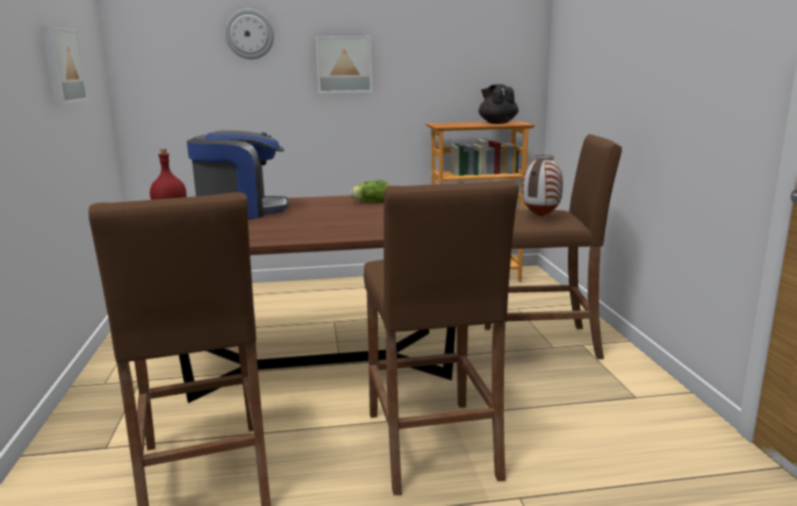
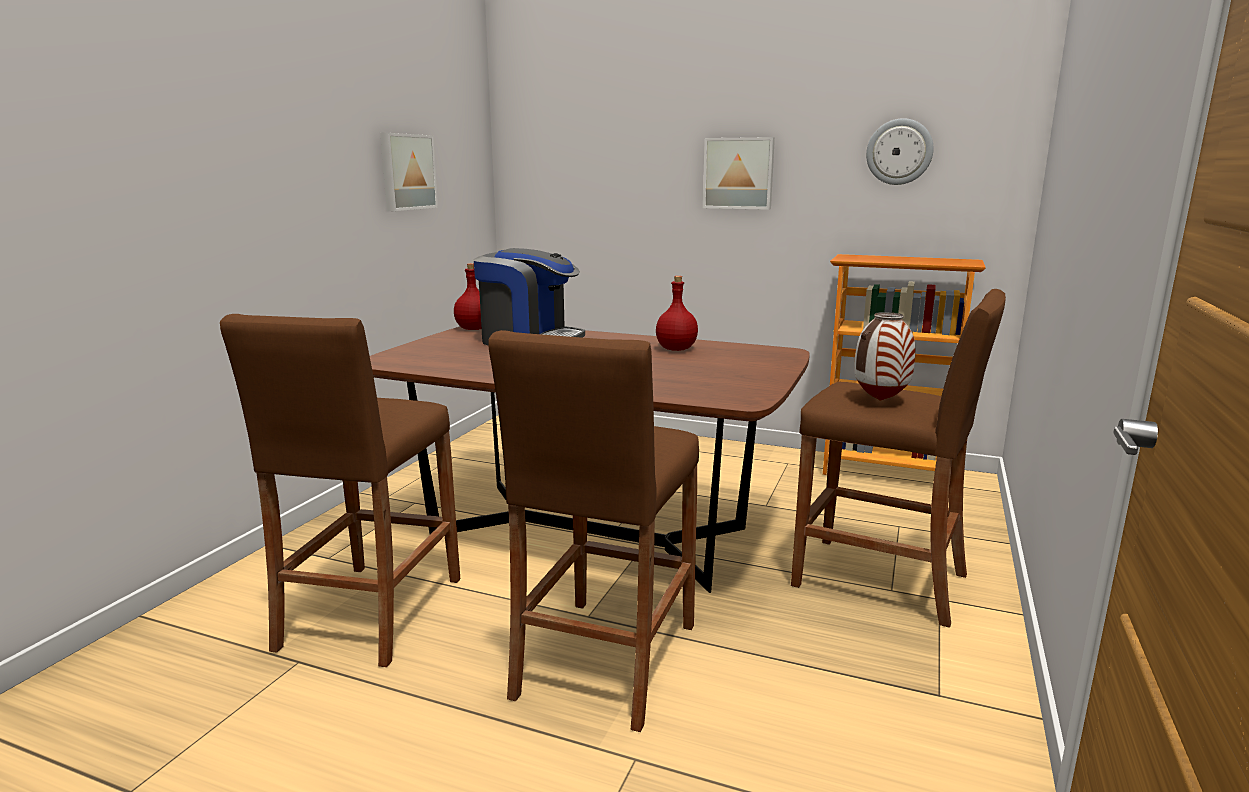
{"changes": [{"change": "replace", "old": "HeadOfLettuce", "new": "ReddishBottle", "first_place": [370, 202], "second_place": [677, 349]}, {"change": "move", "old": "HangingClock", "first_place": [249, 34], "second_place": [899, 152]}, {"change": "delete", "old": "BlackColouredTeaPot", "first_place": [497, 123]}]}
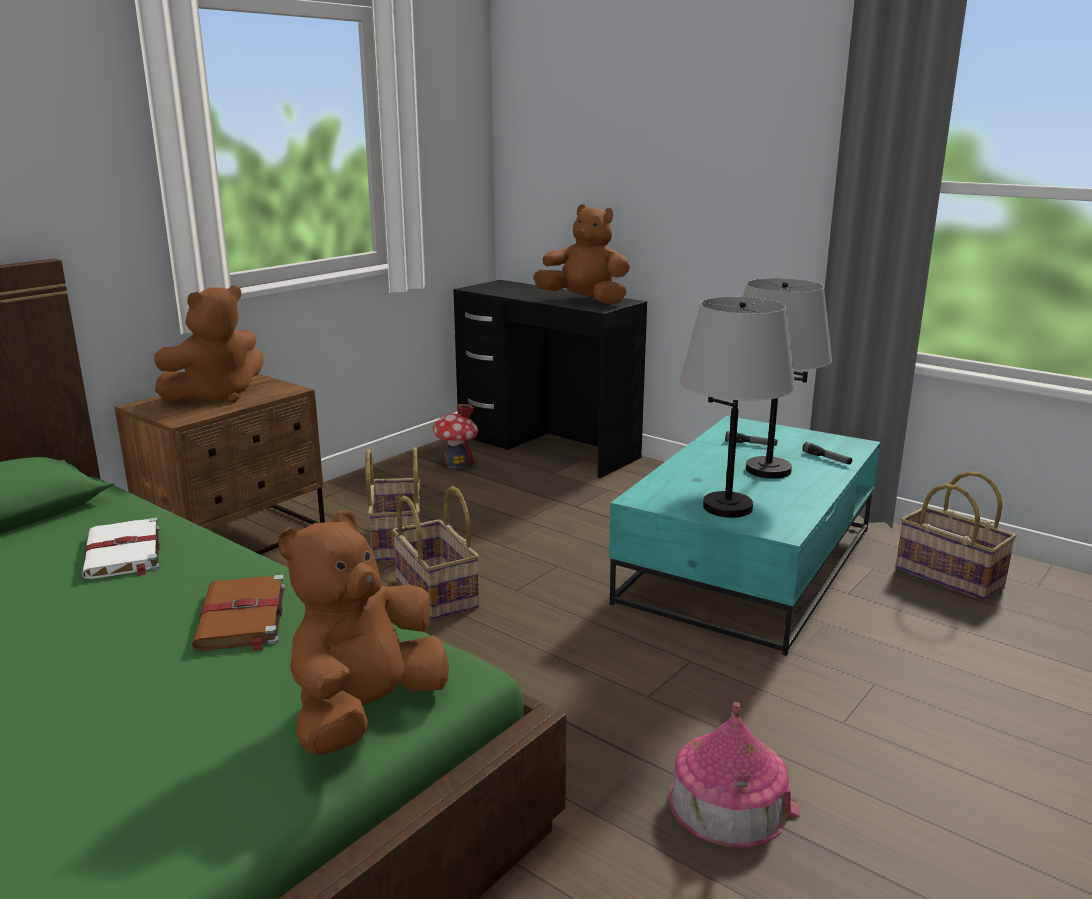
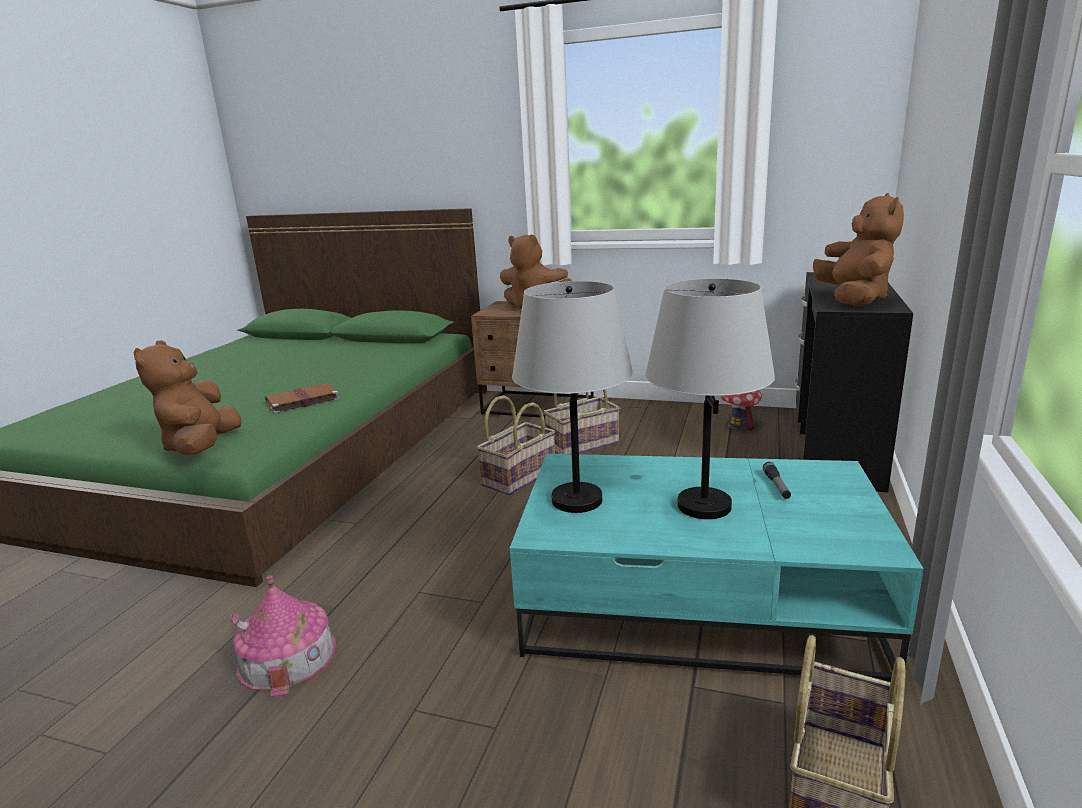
{"changes": [{"change": "rotate", "old": "BrownColouredPlushToy", "first_place": [366, 712], "second_place": [202, 447], "degrees": -105}, {"change": "delete", "old": "WhiteColouredBoundBook", "first_place": [123, 553]}, {"change": "delete", "old": "Torch", "first_place": [826, 459]}]}
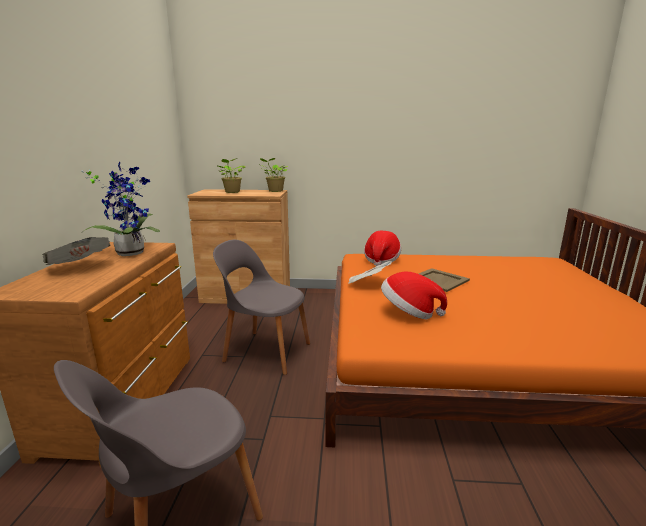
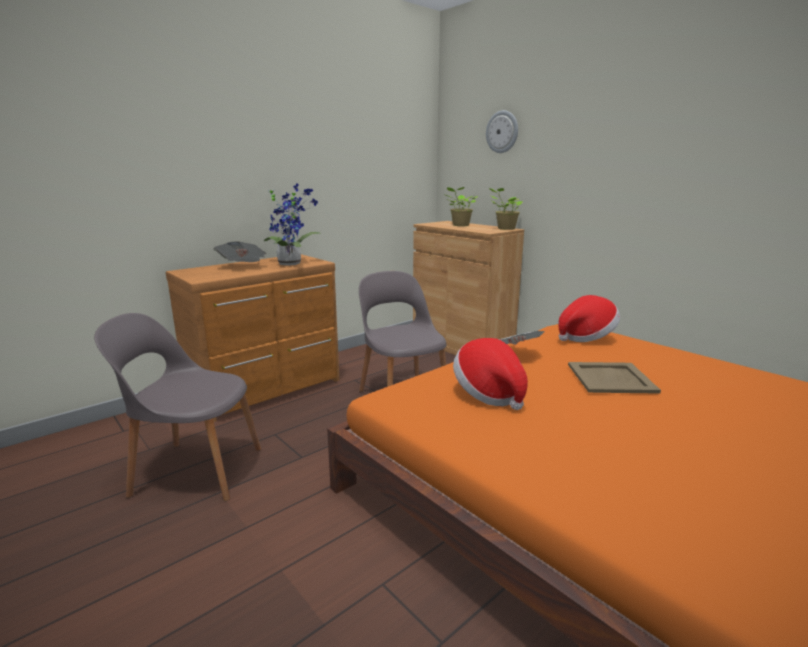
{"changes": [{"change": "insert", "new": "HangingClock", "second_place": [502, 132]}]}
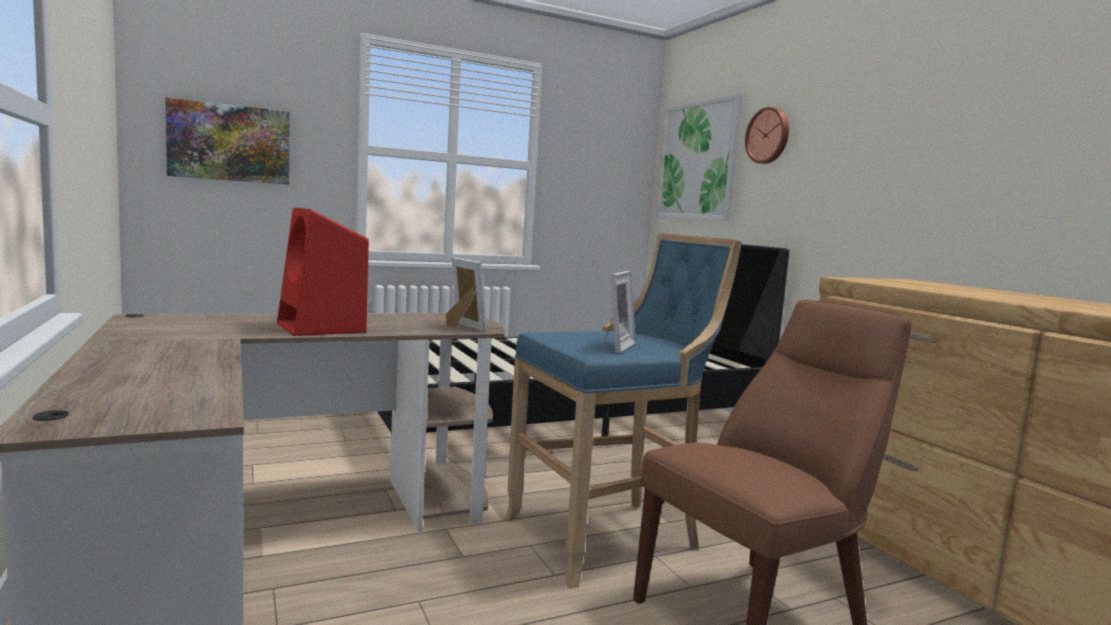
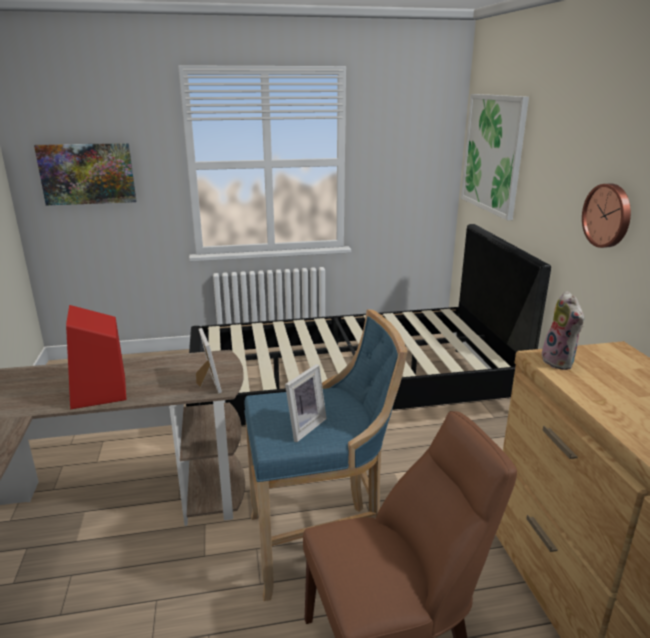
{"changes": [{"change": "insert", "new": "PlushToy", "second_place": [560, 362]}, {"change": "move", "old": "HangingClock", "first_place": [768, 136], "second_place": [608, 215]}]}
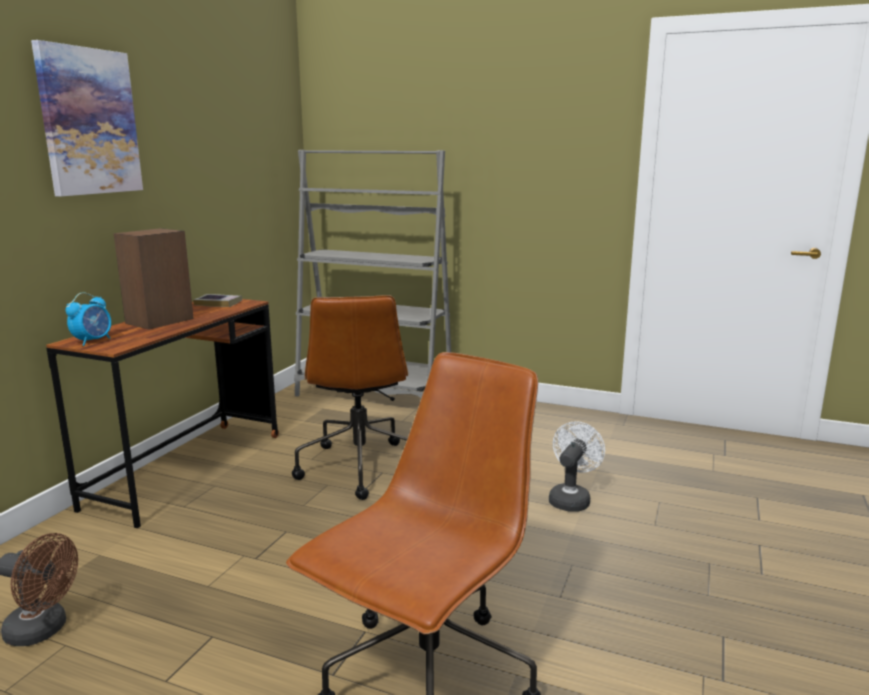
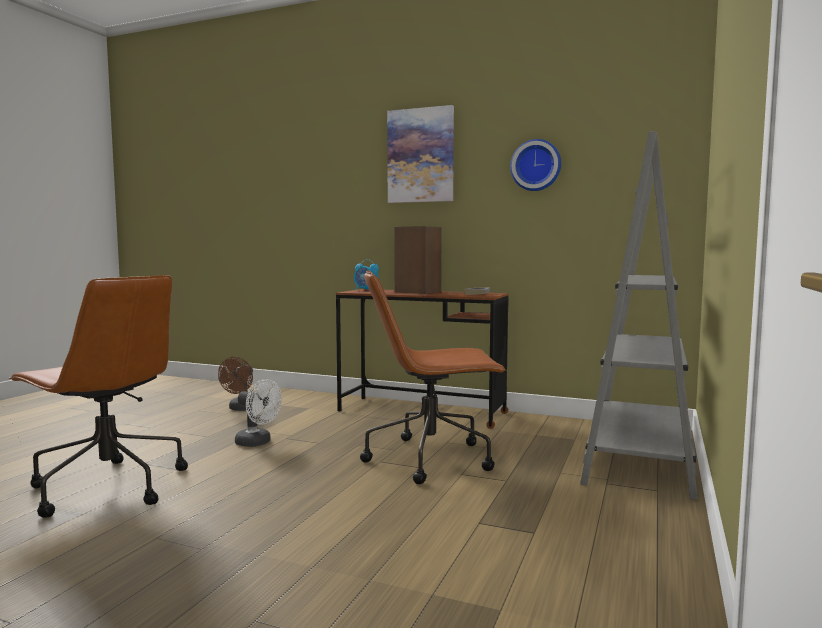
{"changes": [{"change": "move", "old": "WhiteColouredFan", "first_place": [571, 499], "second_place": [257, 443]}, {"change": "insert", "new": "HangingClock", "second_place": [536, 165]}]}
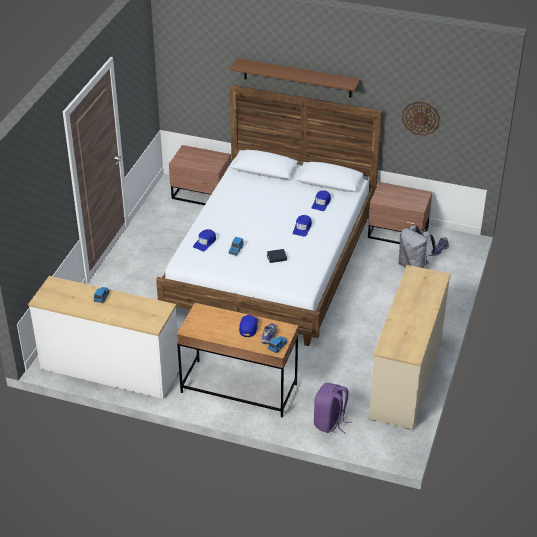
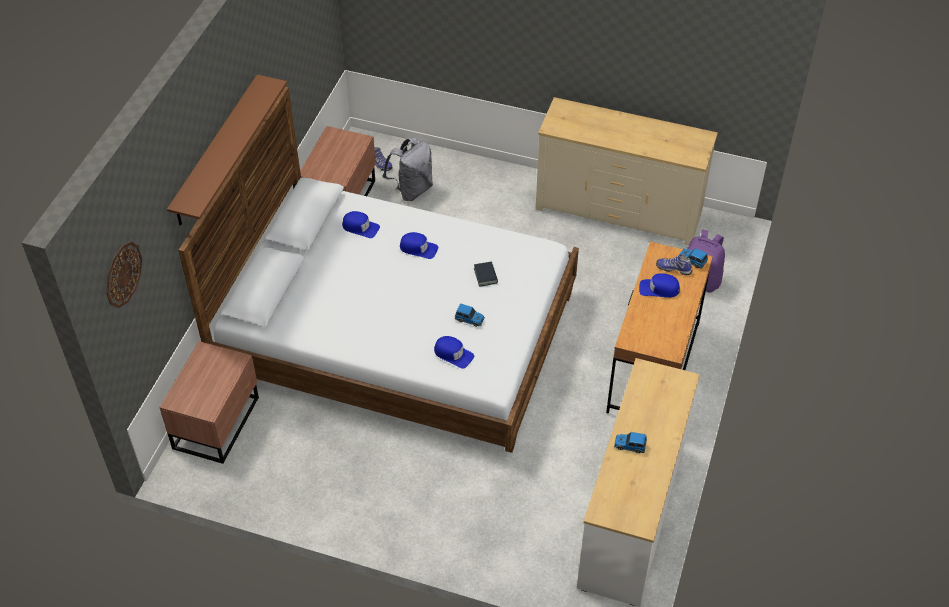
{"changes": [{"change": "move", "old": "HangingClock", "first_place": [421, 118], "second_place": [123, 274]}]}
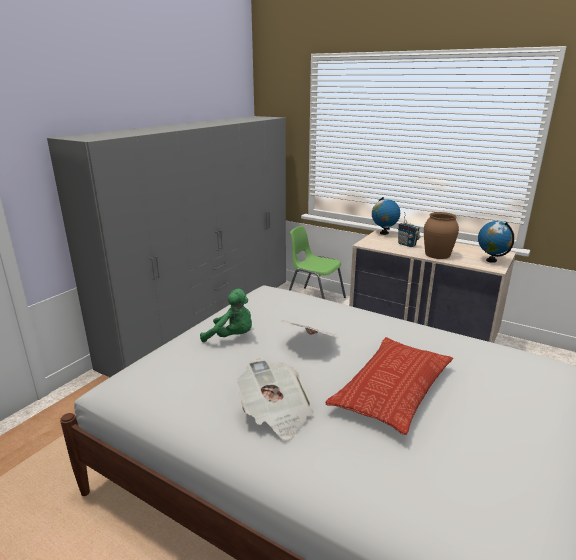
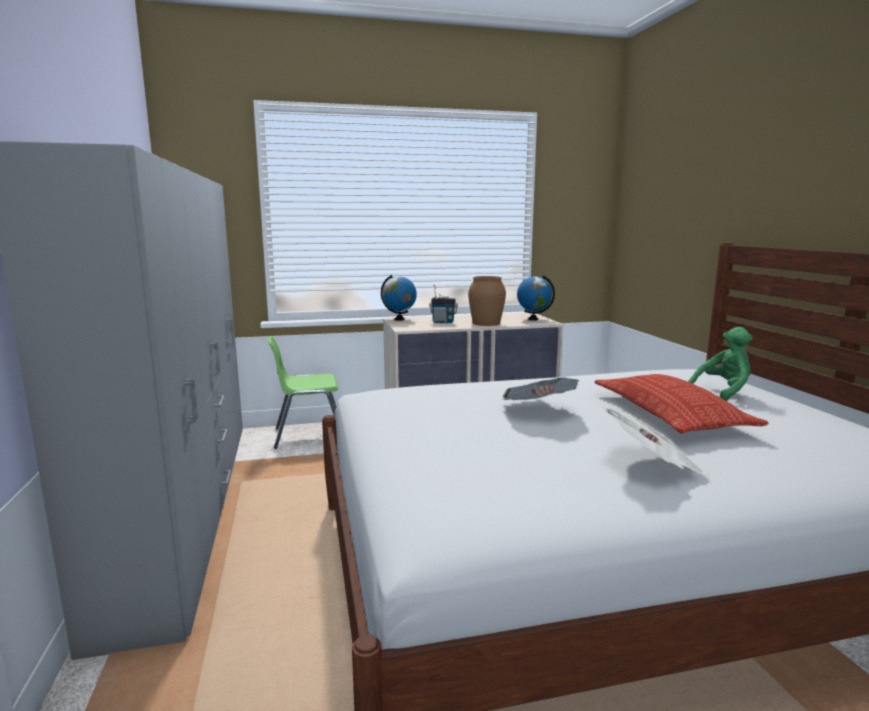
{"changes": [{"change": "move", "old": "GreenishPlushToy", "first_place": [232, 337], "second_place": [722, 392]}]}
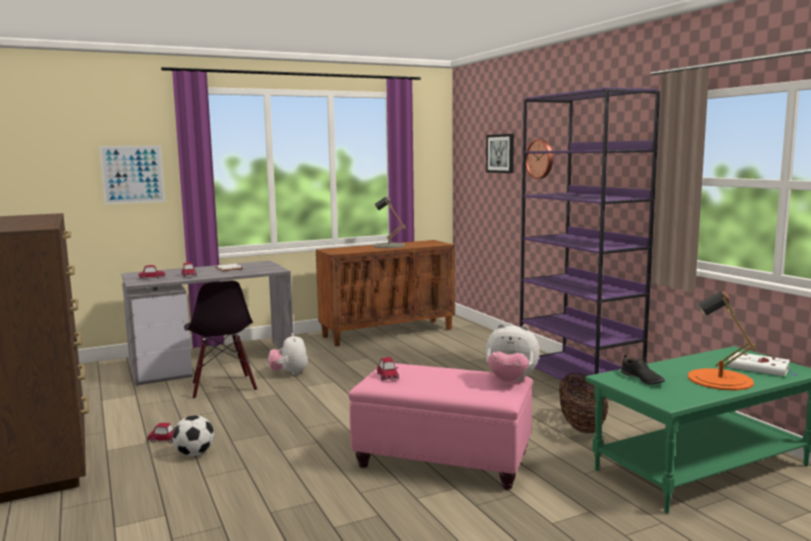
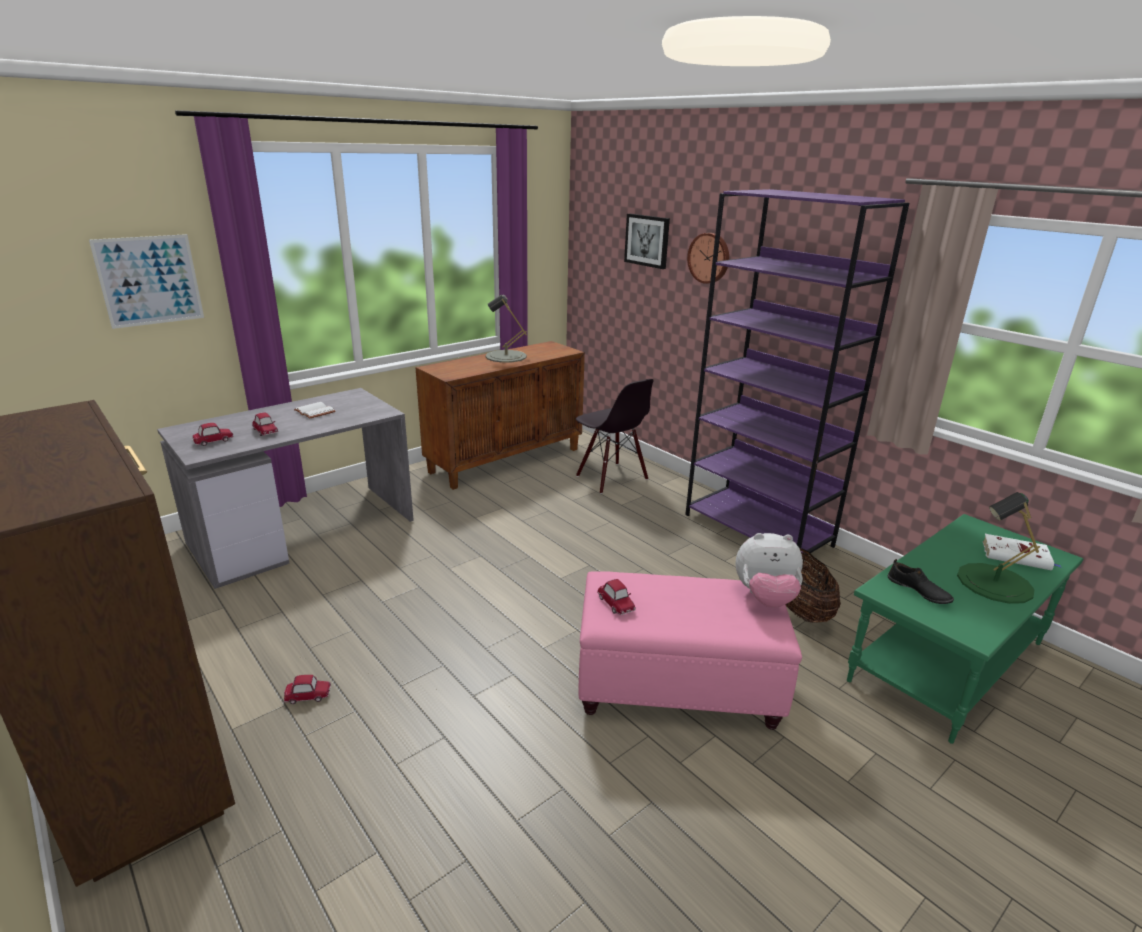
{"changes": [{"change": "move", "old": "BlackColouredChair", "first_place": [223, 387], "second_place": [611, 478]}, {"change": "recolor", "old": "OrangeTableLamp", "new": "GreenishTableLamp", "first_place": [720, 380], "second_place": [994, 583]}, {"change": "delete", "old": "BallForFootball", "first_place": [194, 453]}, {"change": "delete", "old": "PlushToy", "first_place": [289, 373]}]}
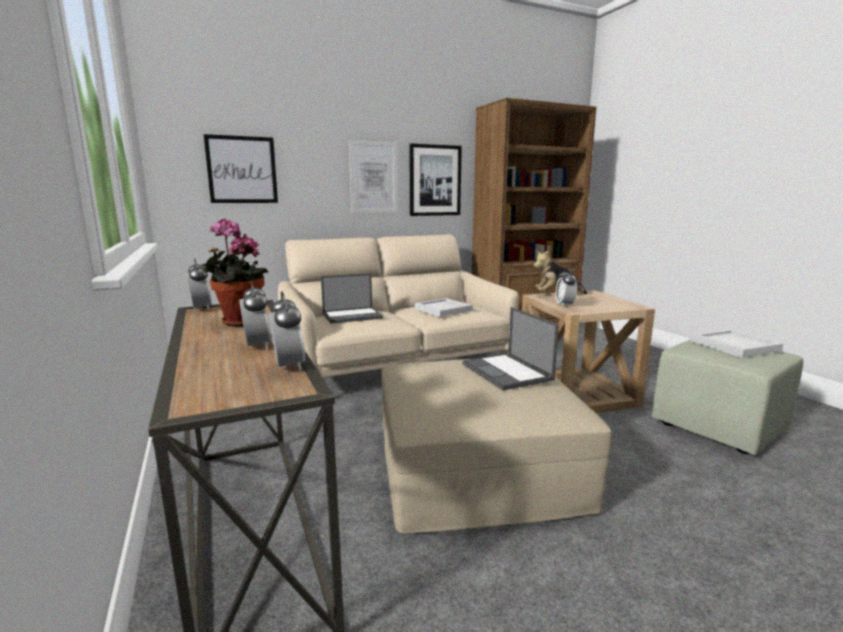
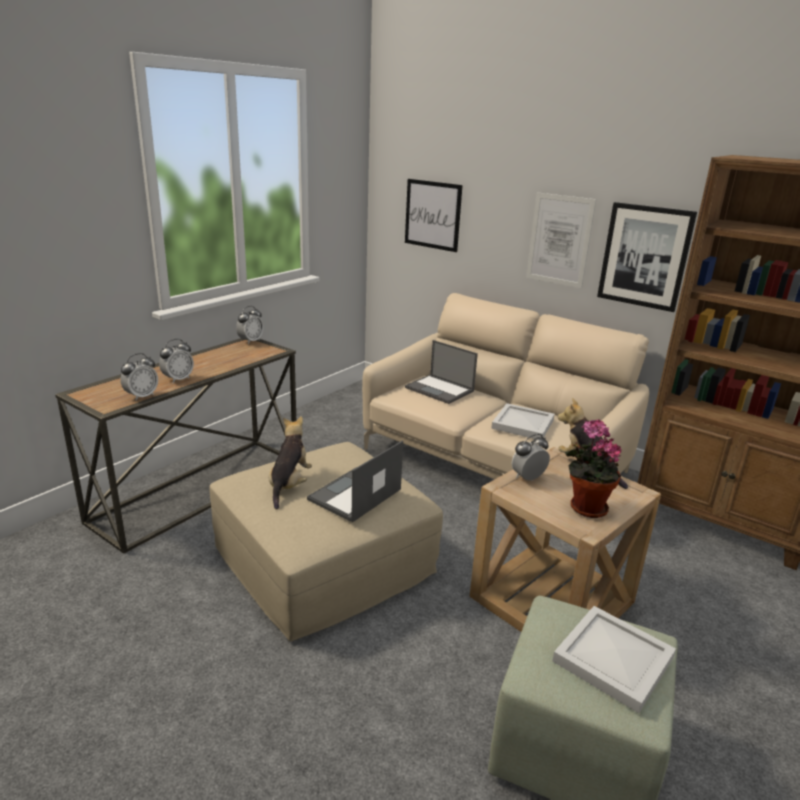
{"changes": [{"change": "insert", "new": "PlushToy", "second_place": [289, 485]}, {"change": "move", "old": "PlantInAPot", "first_place": [238, 322], "second_place": [584, 507]}]}
